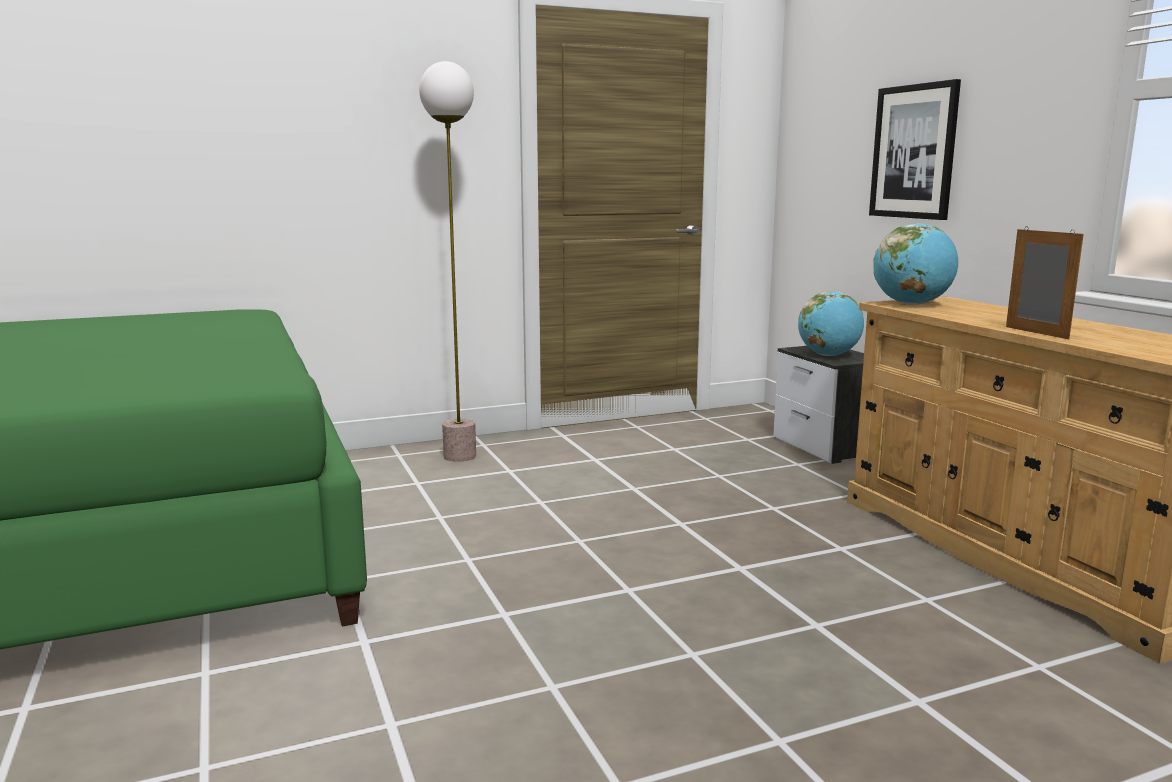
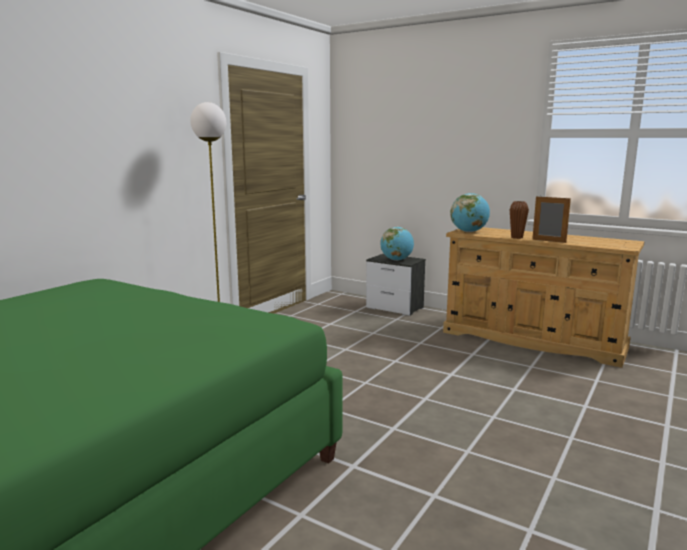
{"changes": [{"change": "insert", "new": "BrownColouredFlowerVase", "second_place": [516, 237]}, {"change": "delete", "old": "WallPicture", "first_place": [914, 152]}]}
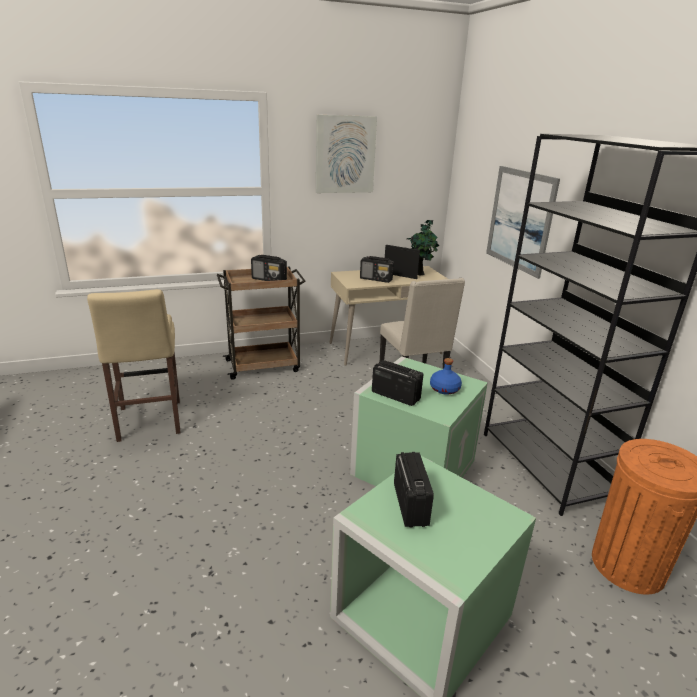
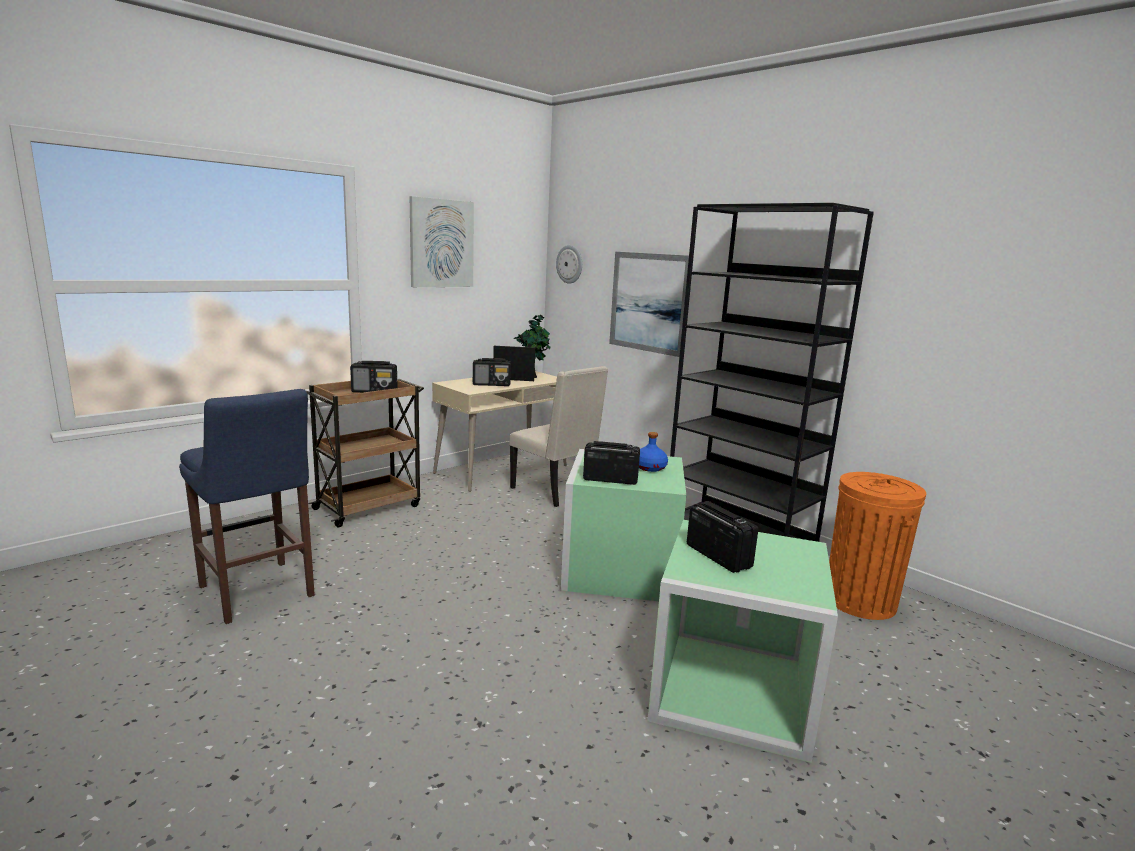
{"changes": [{"change": "recolor", "old": "BeigeColouredSittingStool", "new": "BluishSittingStool", "first_place": [149, 422], "second_place": [258, 593]}, {"change": "insert", "new": "HangingClock", "second_place": [570, 264]}]}
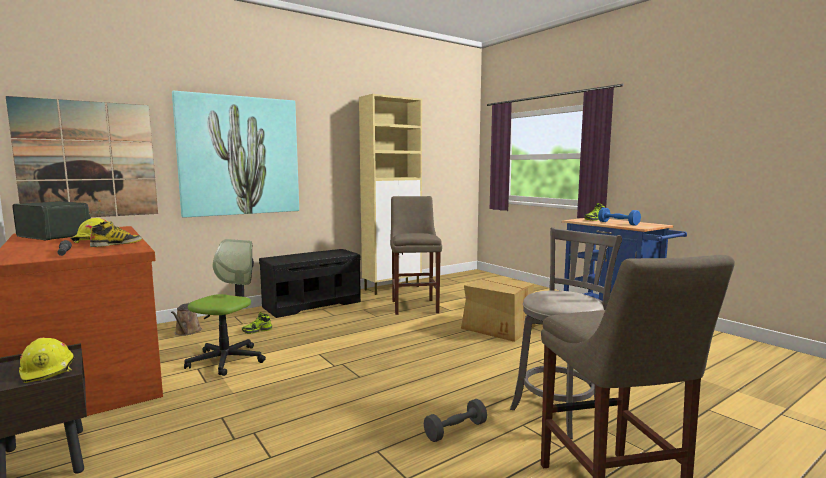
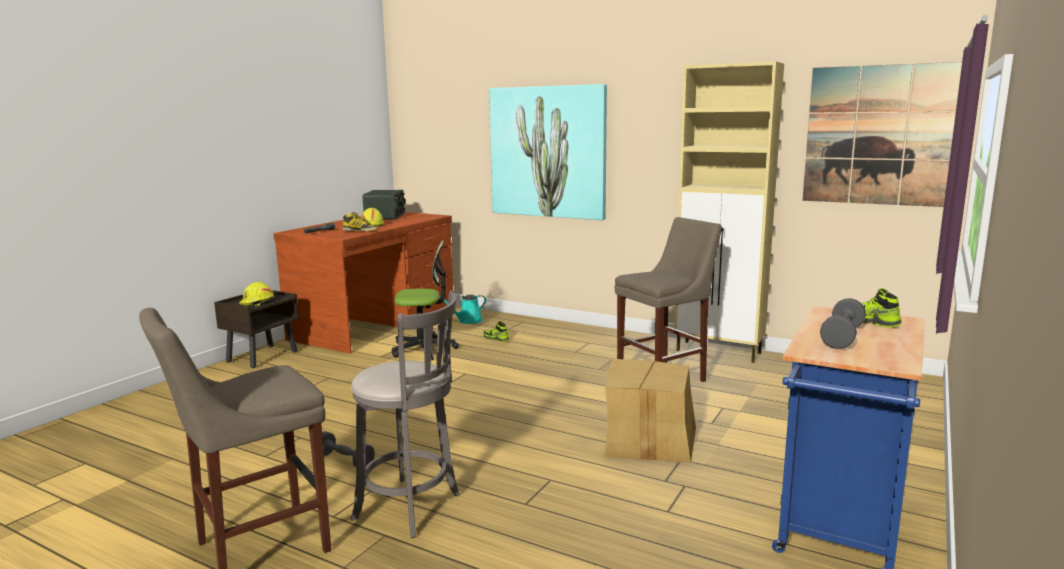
{"changes": [{"change": "recolor", "old": "BrownColouredSprinklingCan", "new": "TurquoiseSprinklingCan", "first_place": [187, 332], "second_place": [468, 321]}, {"change": "move", "old": "WallPicture", "first_place": [88, 160], "second_place": [880, 135]}, {"change": "recolor", "old": "BluishDumbbell", "new": "GreyDumbbell", "first_place": [618, 223], "second_place": [842, 337]}, {"change": "delete", "old": "BlackColouredBench", "first_place": [312, 304]}]}
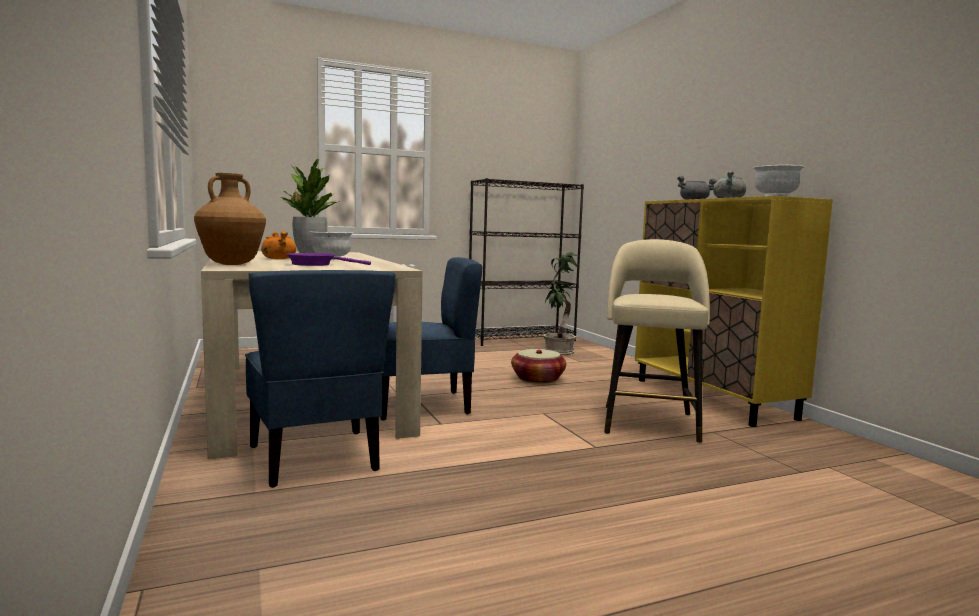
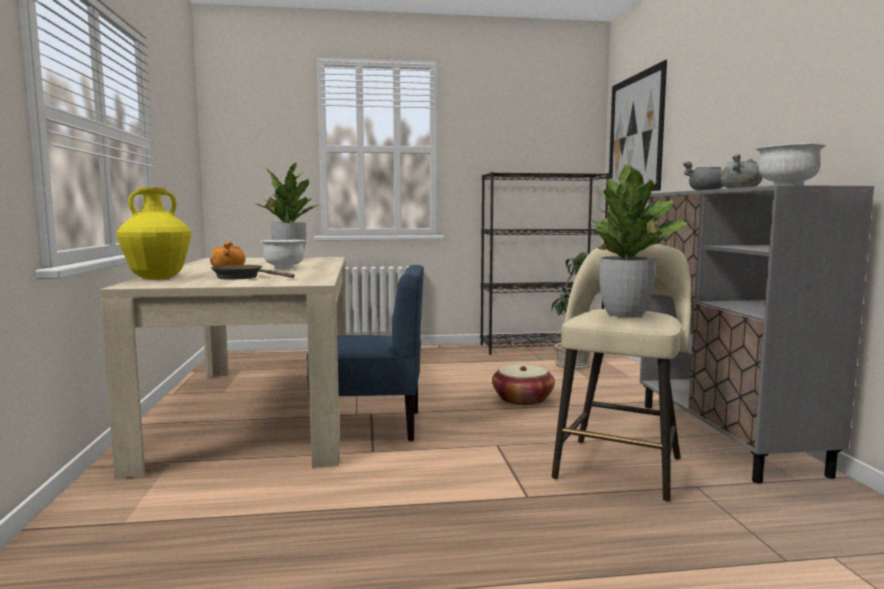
{"changes": [{"change": "recolor", "old": "BrownColouredFlowerVase", "new": "YellowFlowerVase", "first_place": [231, 264], "second_place": [157, 278]}, {"change": "recolor", "old": "PurplePan", "new": "BrownColouredPan", "first_place": [316, 264], "second_place": [242, 277]}, {"change": "insert", "new": "PlantInAPot", "second_place": [625, 314]}, {"change": "insert", "new": "WallPicture", "second_place": [635, 134]}, {"change": "recolor", "old": "YellowCabinet", "new": "GreyCabinet", "first_place": [712, 398], "second_place": [726, 437]}, {"change": "delete", "old": "BluishChair", "first_place": [315, 458]}]}
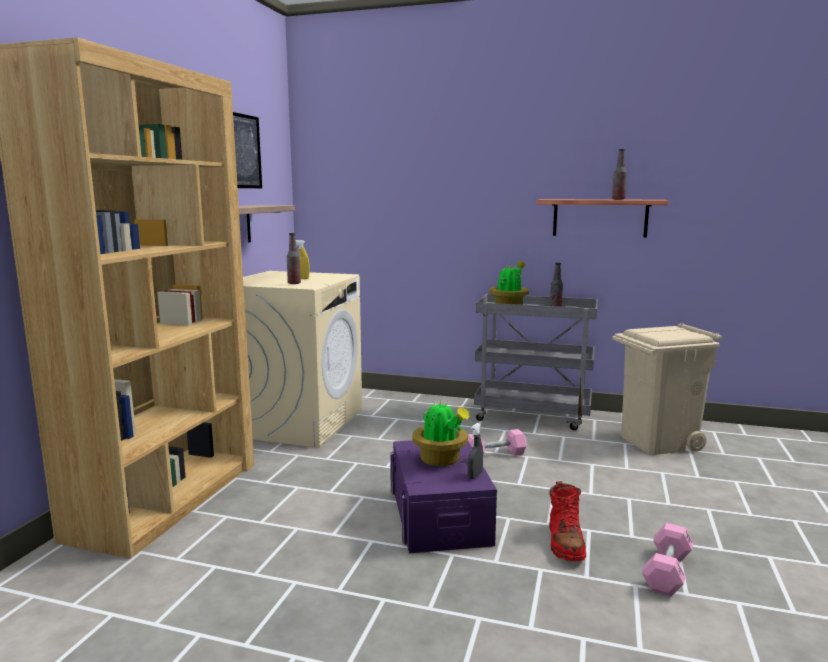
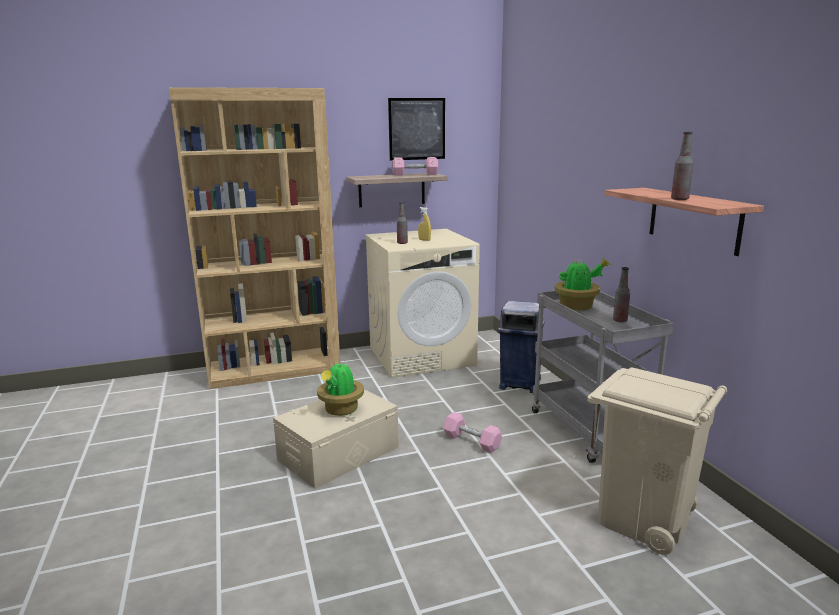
{"changes": [{"change": "recolor", "old": "PurpleStorageBox", "new": "BeigeColouredStorageBox", "first_place": [440, 515], "second_place": [338, 453]}, {"change": "move", "old": "PinkDumbbell", "first_place": [667, 571], "second_place": [415, 174]}, {"change": "insert", "new": "BluishTrashCan", "second_place": [519, 383]}, {"change": "delete", "old": "GreySprayBottle", "first_place": [475, 476]}, {"change": "delete", "old": "ReddishBoot", "first_place": [565, 542]}]}
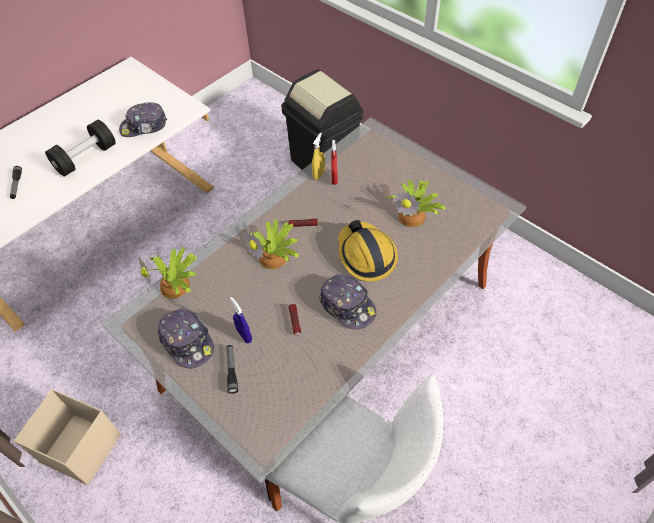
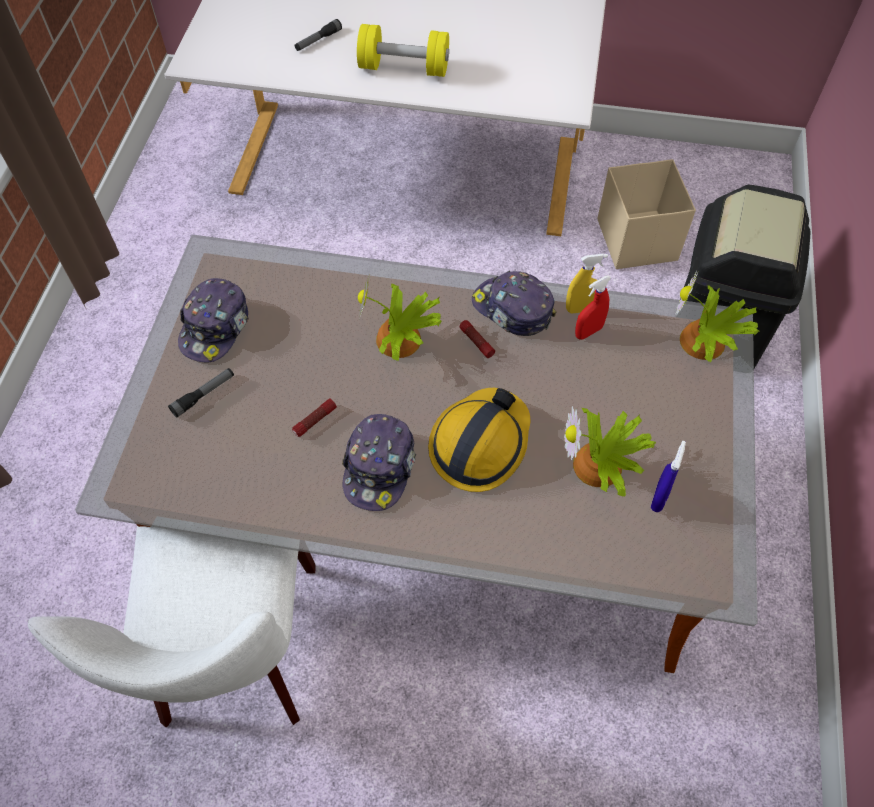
{"changes": [{"change": "recolor", "old": "BlackColouredDumbbell", "new": "YellowDumbbell", "first_place": [86, 158], "second_place": [404, 68]}, {"change": "move", "old": "BaseballCap", "first_place": [144, 126], "second_place": [512, 310]}, {"change": "move", "old": "BeigeColouredStorageBox", "first_place": [81, 447], "second_place": [637, 239]}, {"change": "move", "old": "BluishSprayBottle", "first_place": [244, 335], "second_place": [659, 497]}, {"change": "move", "old": "PlantInAPot", "first_place": [177, 286], "second_place": [704, 344]}]}
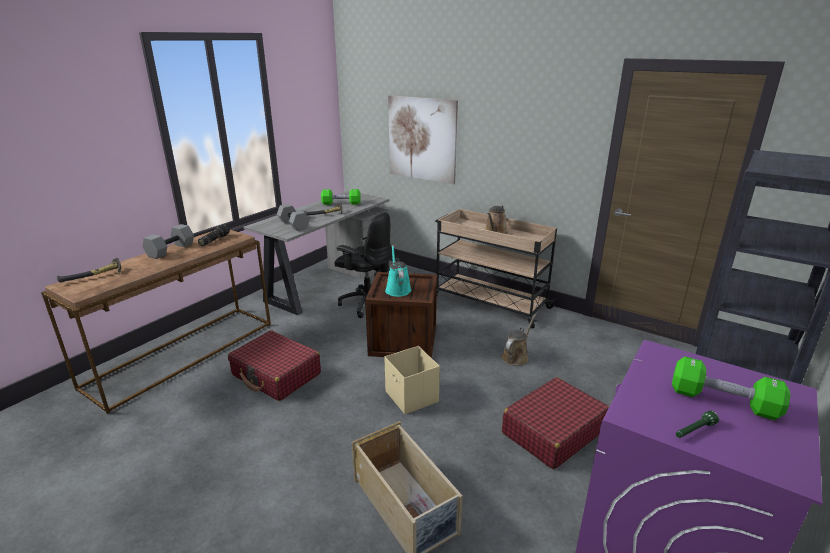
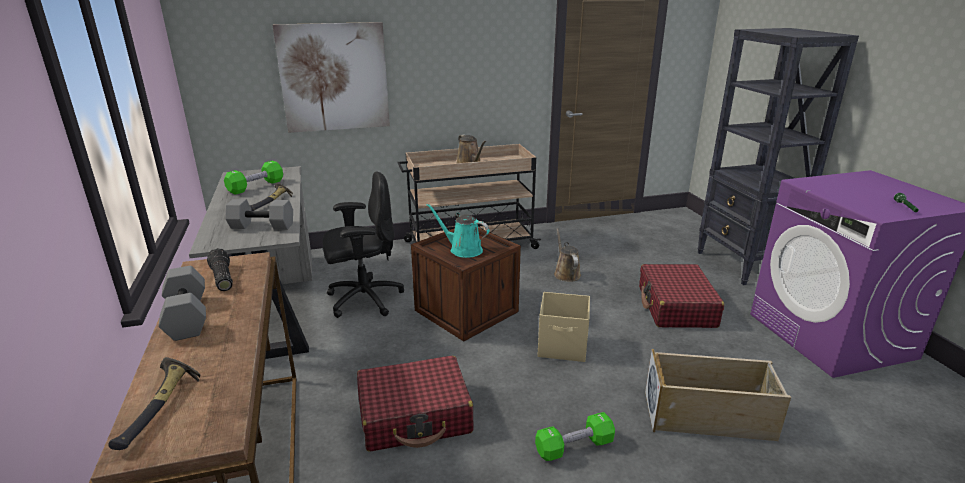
{"changes": [{"change": "move", "old": "GreenishDumbbell", "first_place": [723, 401], "second_place": [574, 447]}]}
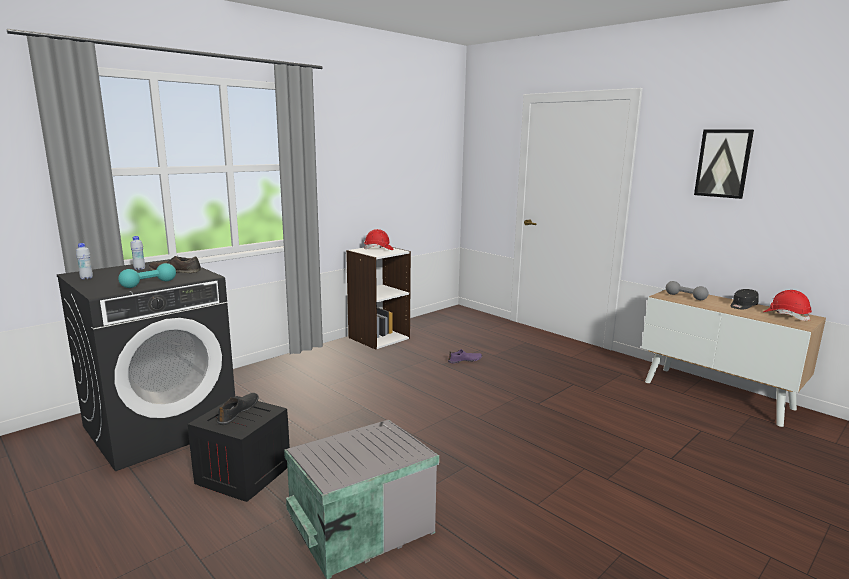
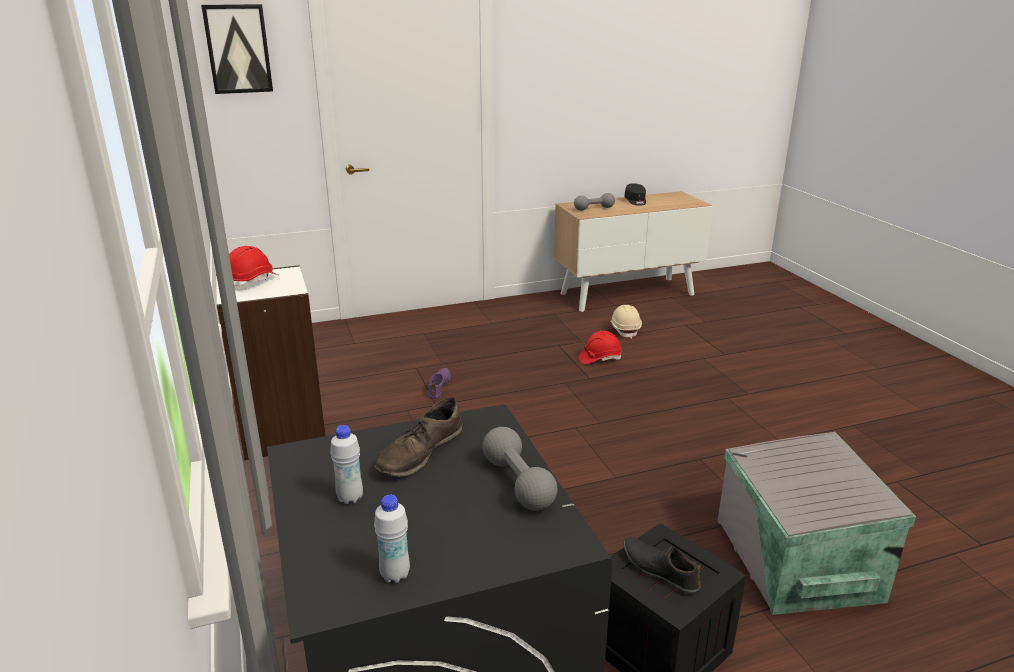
{"changes": [{"change": "move", "old": "WallPicture", "first_place": [723, 163], "second_place": [238, 49]}, {"change": "recolor", "old": "TurquoiseDumbbell", "new": "GreyDumbbell", "first_place": [149, 284], "second_place": [518, 483]}, {"change": "move", "old": "ReddishSafetyHelmet", "first_place": [786, 316], "second_place": [600, 358]}, {"change": "insert", "new": "BeigeColouredSafetyHelmet", "second_place": [625, 329]}]}
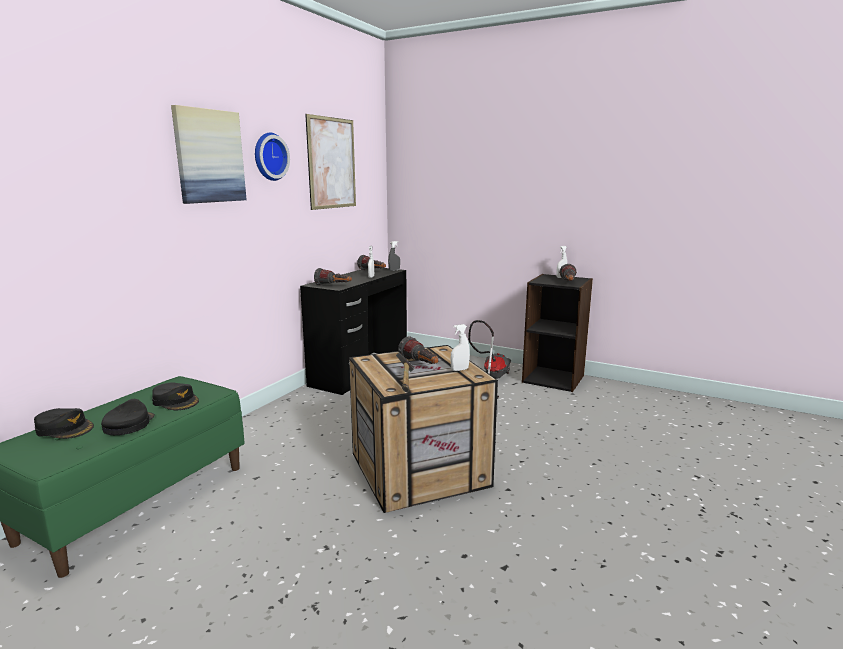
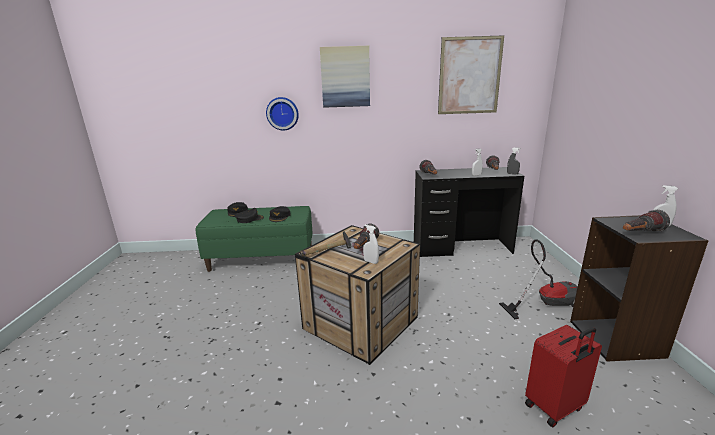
{"changes": [{"change": "move", "old": "HangingClock", "first_place": [269, 157], "second_place": [282, 113]}, {"change": "insert", "new": "ReddishPieceOfLuggage", "second_place": [555, 407]}]}
